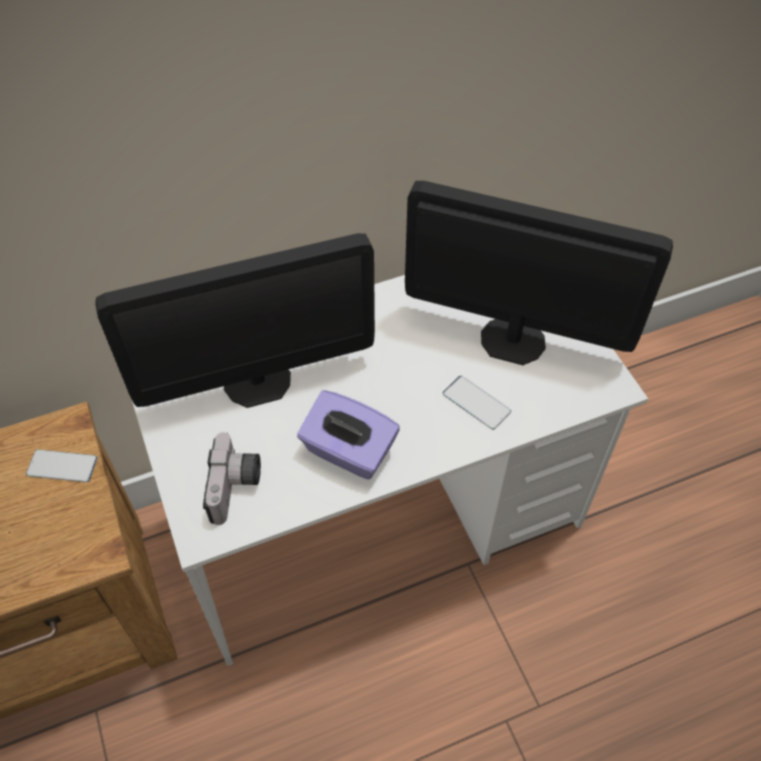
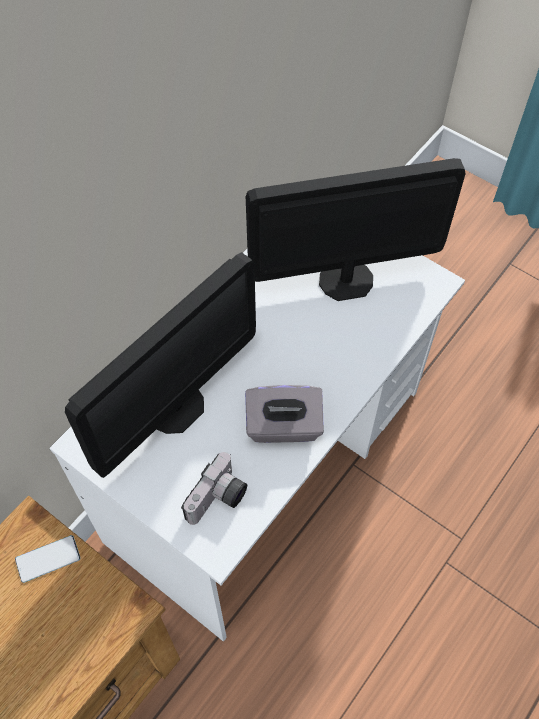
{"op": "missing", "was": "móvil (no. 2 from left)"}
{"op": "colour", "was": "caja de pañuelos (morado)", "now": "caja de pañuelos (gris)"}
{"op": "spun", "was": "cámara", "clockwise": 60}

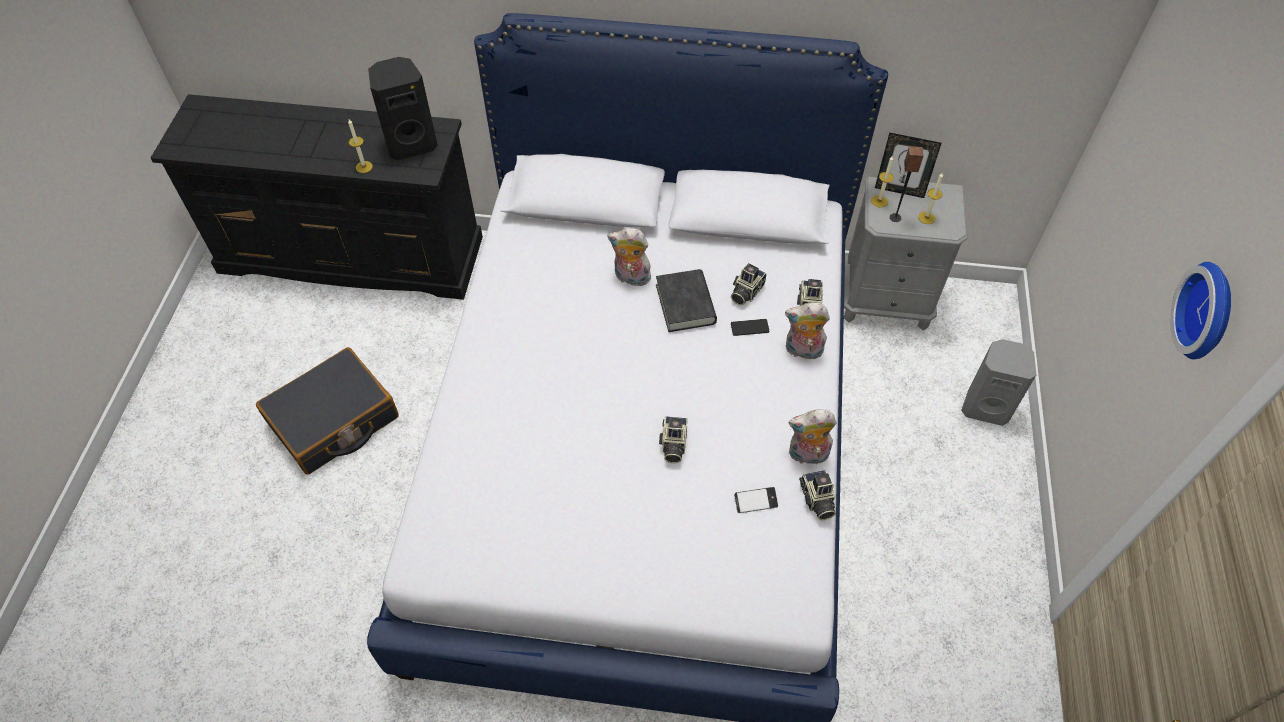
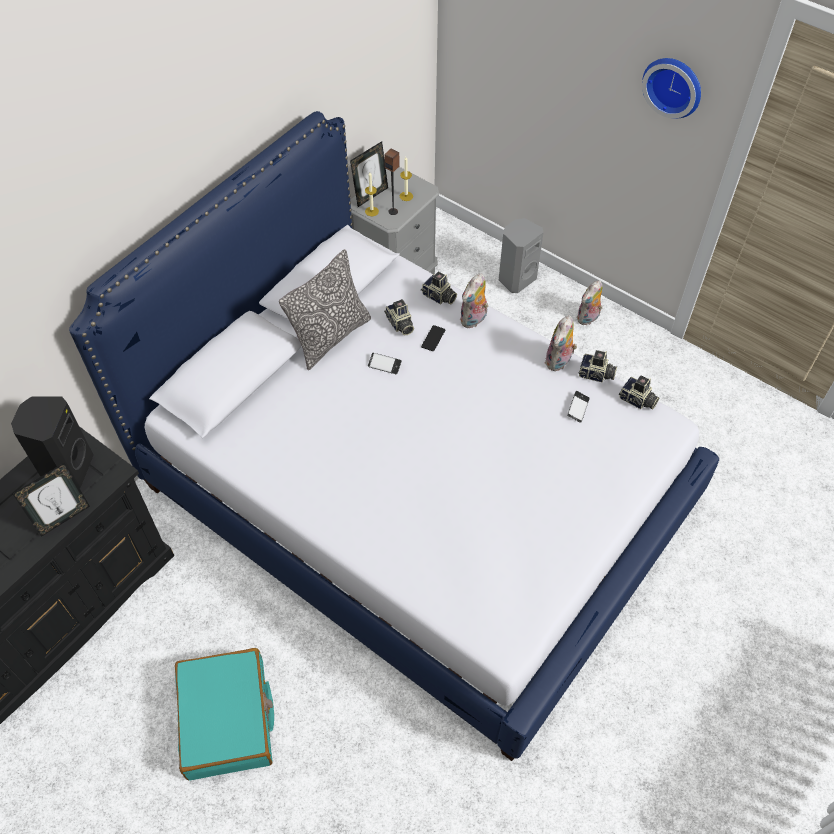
{"op": "exchanged", "was": "vela (no. 1 from left)", "now": "portarretratos (no. 1 from left)"}
{"op": "relocated", "was": "peluche (no. 1 from left in the first image)", "now": "peluche (no. 3 from left)"}
{"op": "exchanged", "was": "libro (negro)", "now": "móvil (no. 1 from left)"}
{"op": "colour", "was": "maleta (negro)", "now": "maleta (turquesa)"}
{"op": "relocated", "was": "cámara (no. 1 from left in the first image)", "now": "cámara (no. 4 from left)"}
{"op": "appeared", "now": "cojín"}

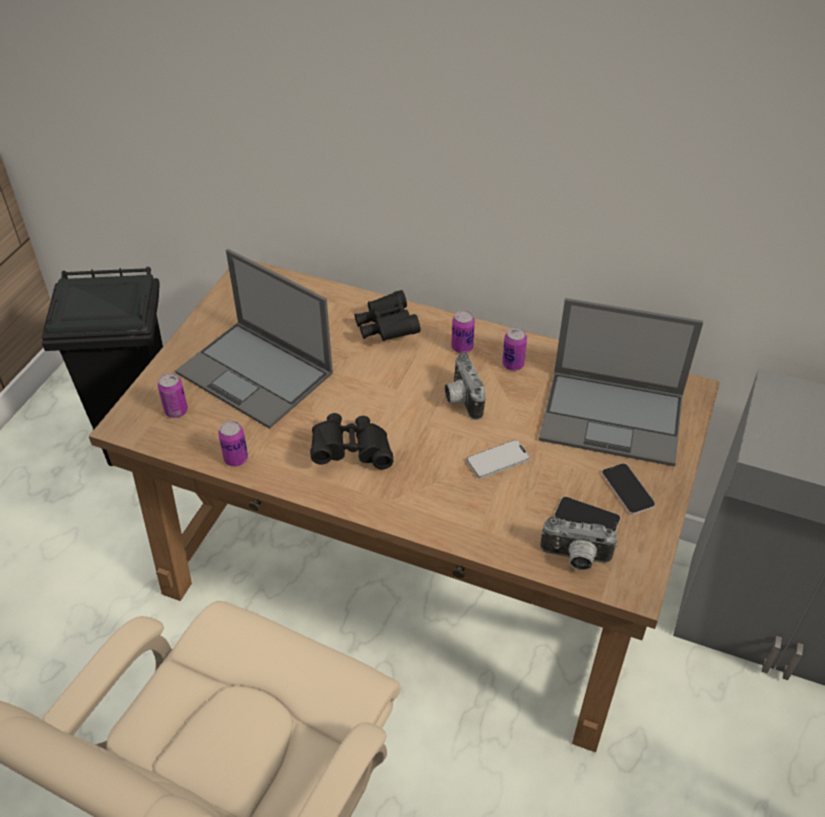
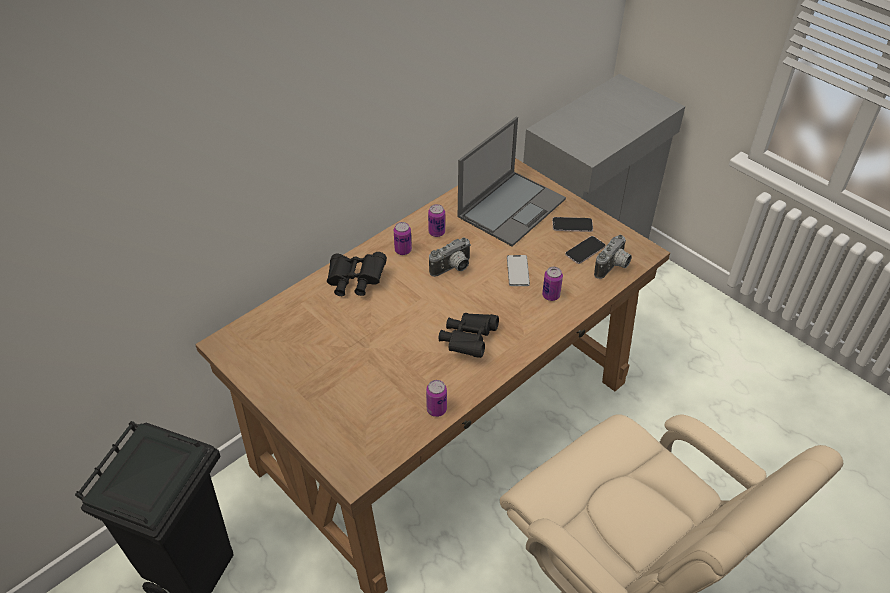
{"op": "missing", "was": "portátil (no. 1 from left)"}
{"op": "spun", "was": "cámara (no. 1 from left)", "clockwise": -45}
{"op": "relocated", "was": "lata (no. 1 from left in the first image)", "now": "lata (no. 4 from left)"}

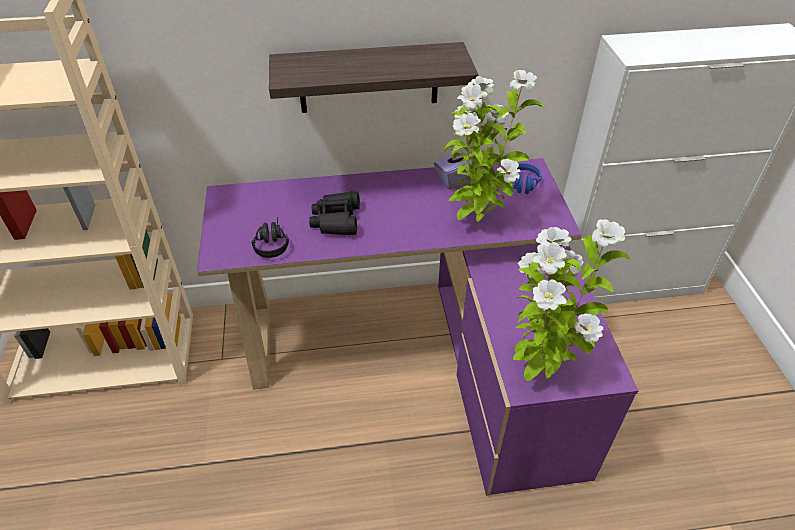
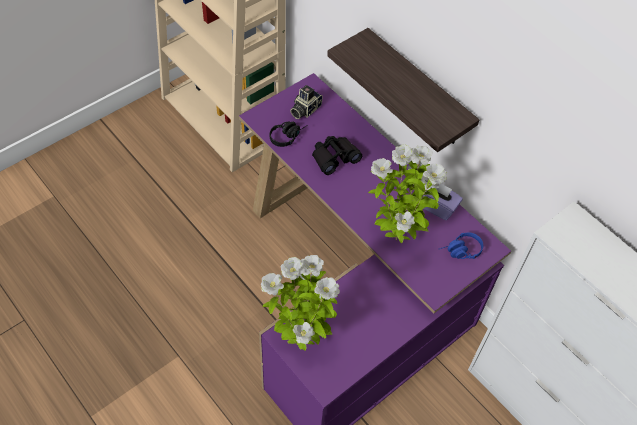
{"op": "appeared", "now": "cámara"}

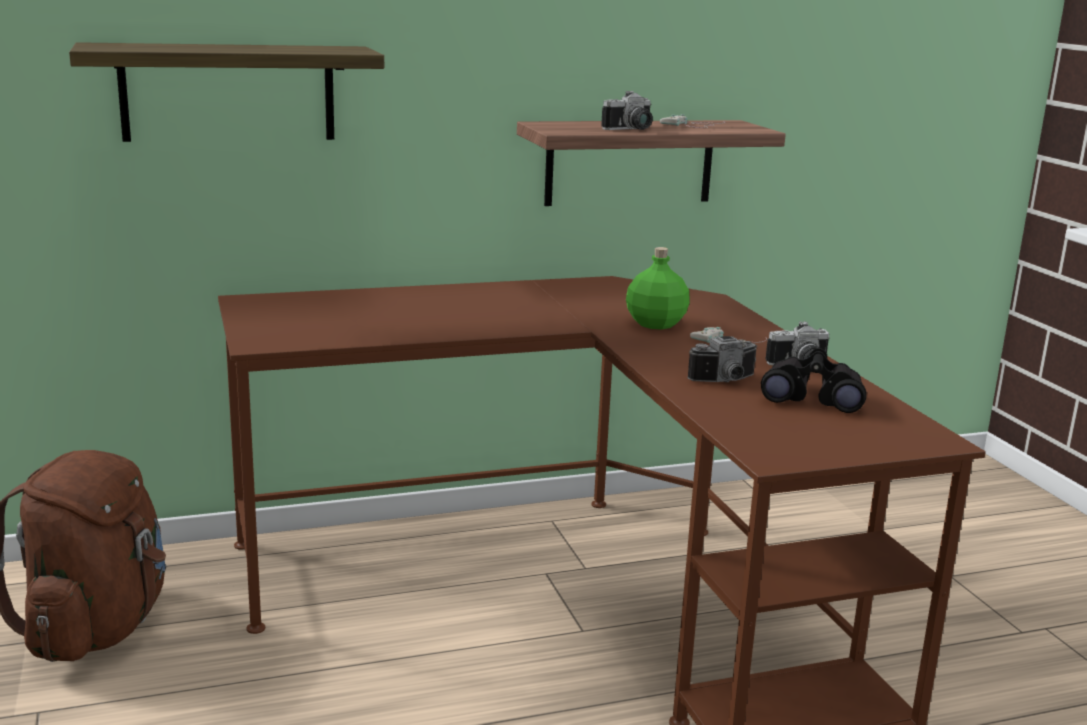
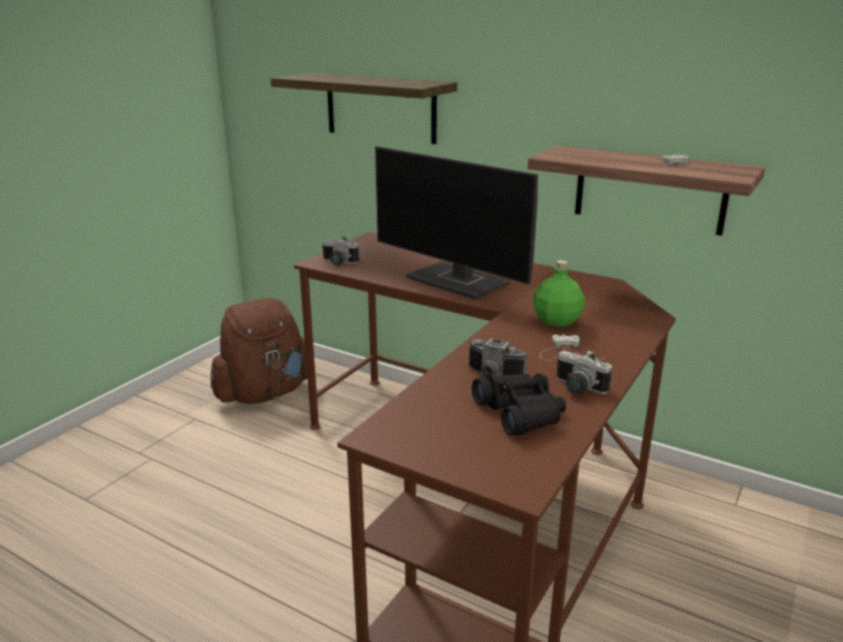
{"op": "relocated", "was": "cámara (no. 1 from left)"}
{"op": "appeared", "now": "monitor"}

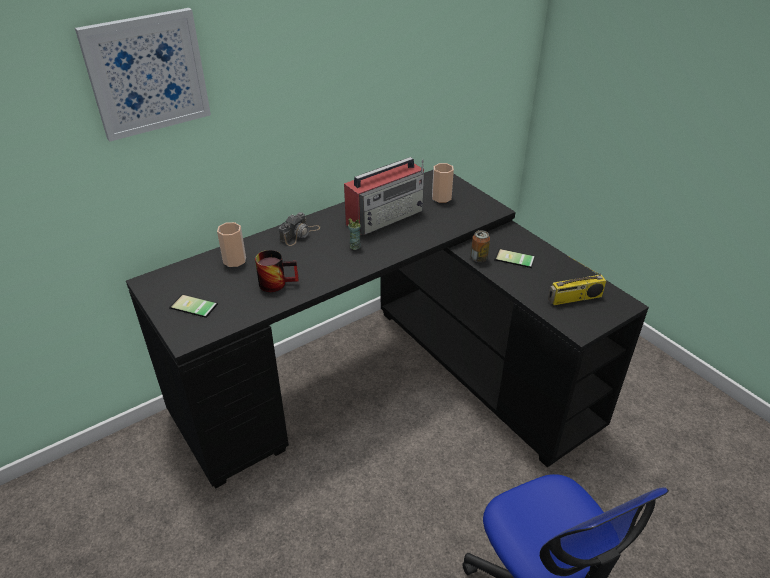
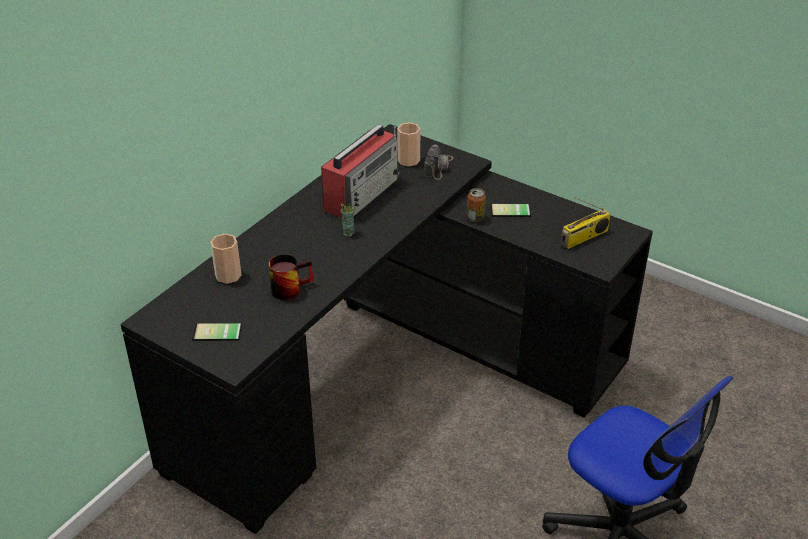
{"op": "missing", "was": "cuadro"}
{"op": "relocated", "was": "cámara"}

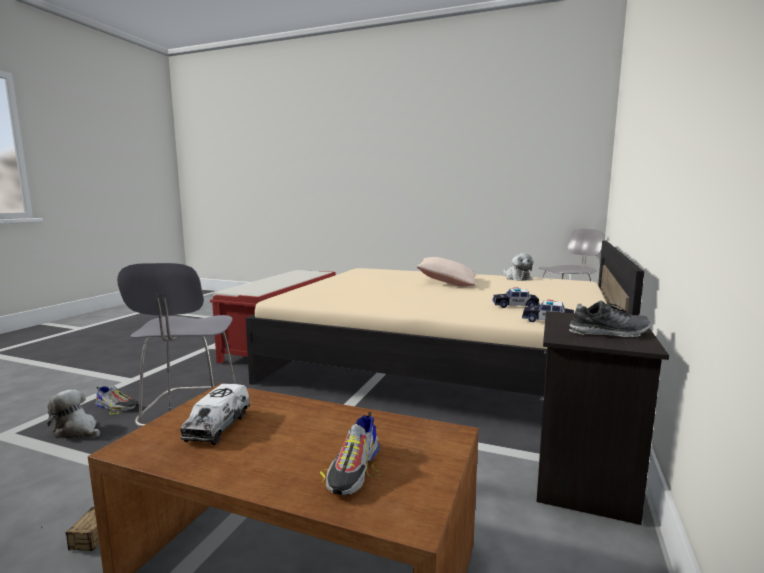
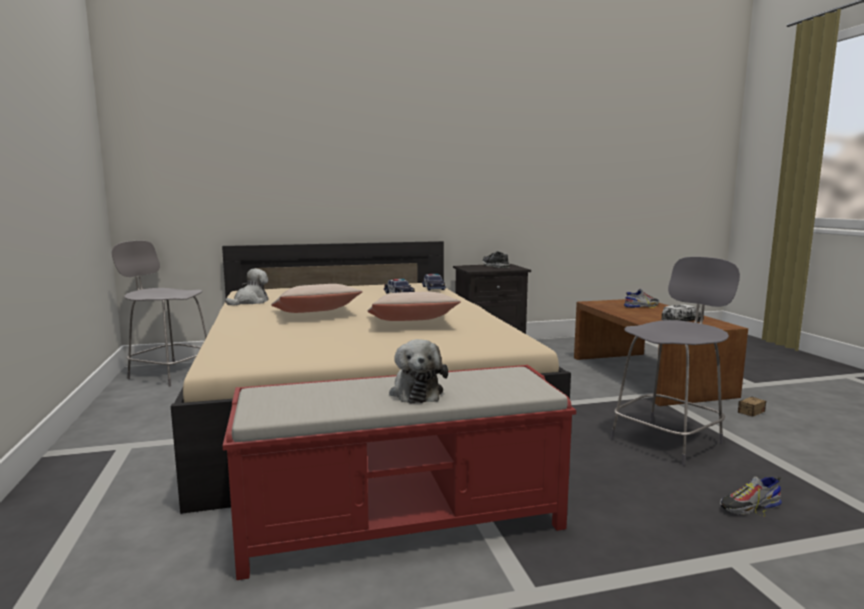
{"op": "spun", "was": "zapato (no. 1 from left in the first image)", "clockwise": -90}
{"op": "relocated", "was": "peluche (no. 1 from left in the first image)", "now": "peluche (no. 2 from left)"}
{"op": "appeared", "now": "cojín (beis) (no. 2 from left)"}

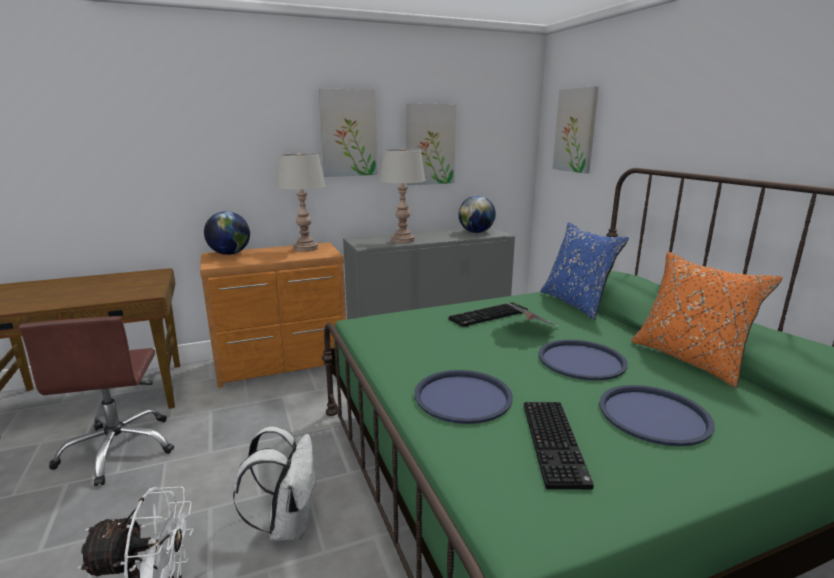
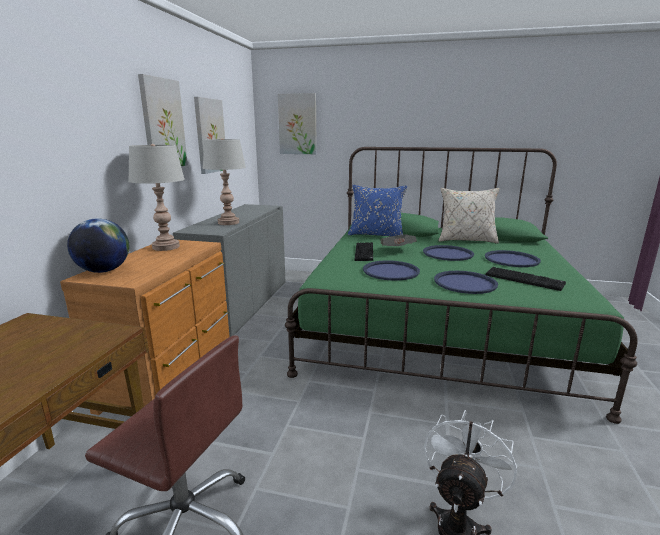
{"op": "missing", "was": "globo terráqueo (no. 2 from left)"}
{"op": "colour", "was": "cojín (naranja)", "now": "cojín (beis)"}
{"op": "missing", "was": "mochila (blanco)"}
{"op": "appeared", "now": "bandeja (azul) (no. 1 from left)"}

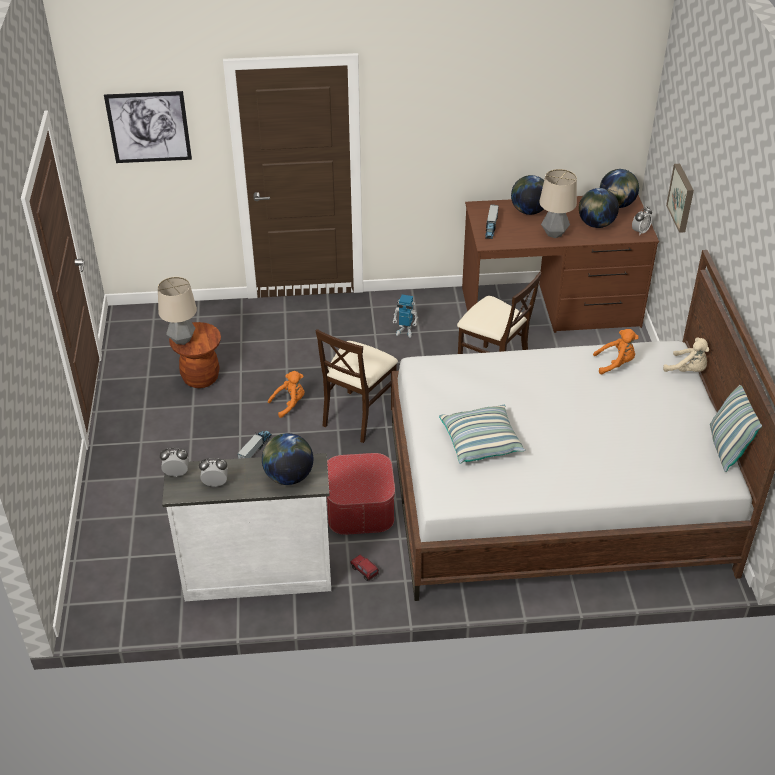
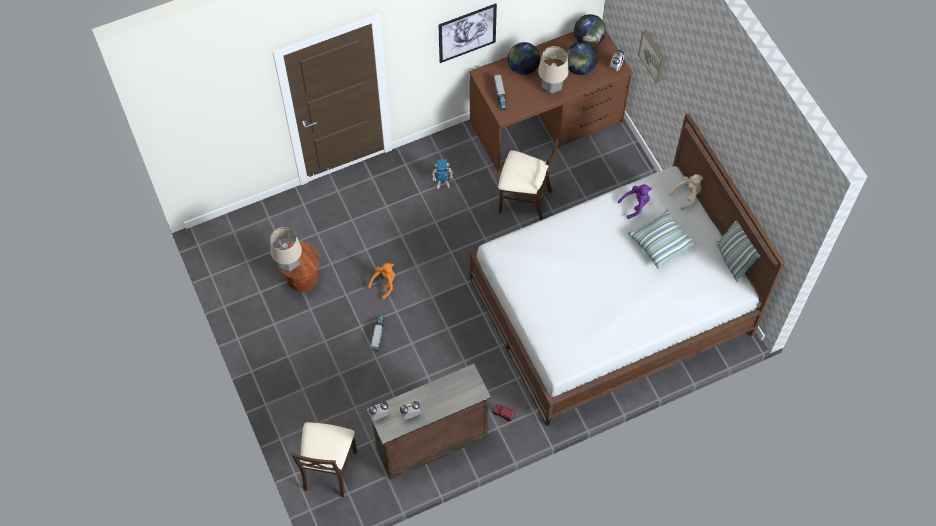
{"op": "relocated", "was": "cuadro (no. 1 from left)"}
{"op": "relocated", "was": "silla (beis) (no. 1 from left)"}
{"op": "colour", "was": "peluche (naranja) (no. 2 from left)", "now": "peluche (morado)"}
{"op": "spun", "was": "peluche (beis)", "clockwise": -45}
{"op": "relocated", "was": "cojín (no. 1 from left)"}
{"op": "missing", "was": "globo terráqueo (no. 1 from left)"}
{"op": "colour", "was": "cómoda (blanco)", "now": "cómoda (marrón)"}
{"op": "missing", "was": "puf"}

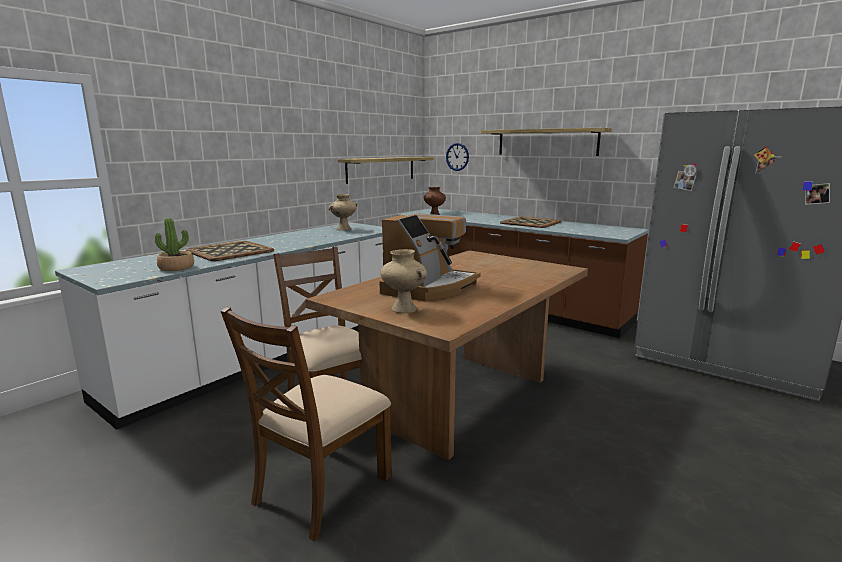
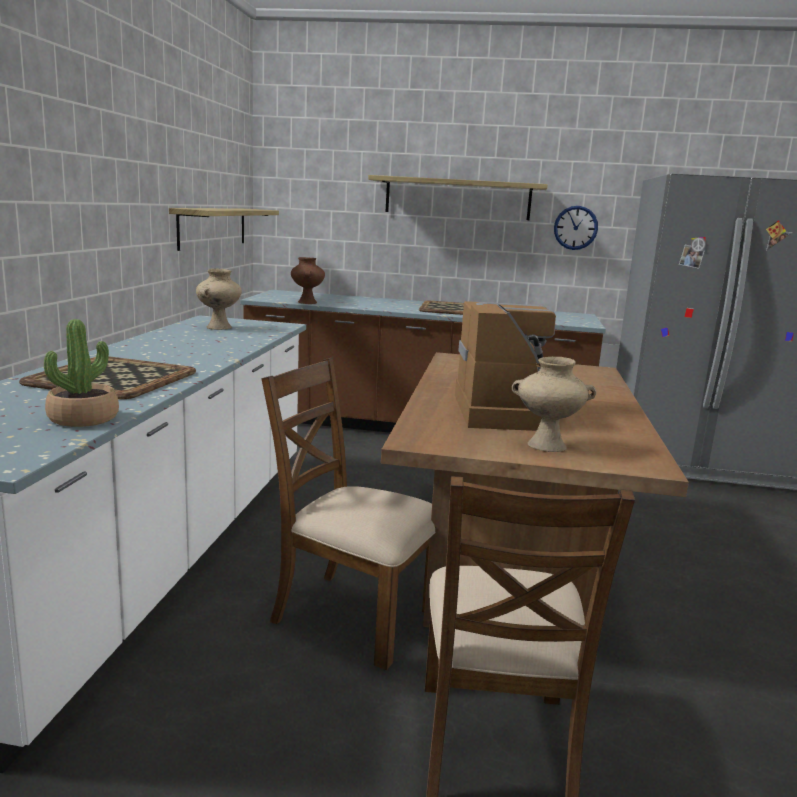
{"op": "relocated", "was": "reloj de pared"}

